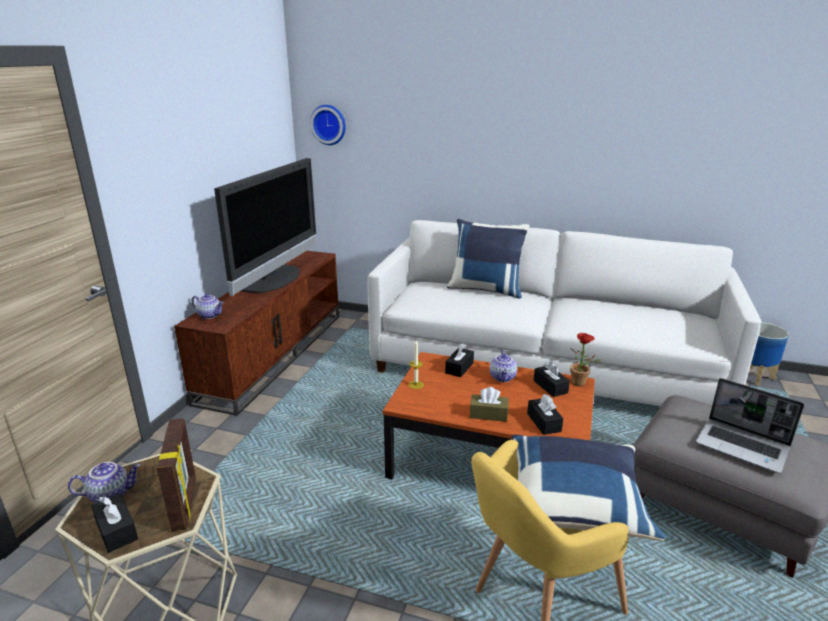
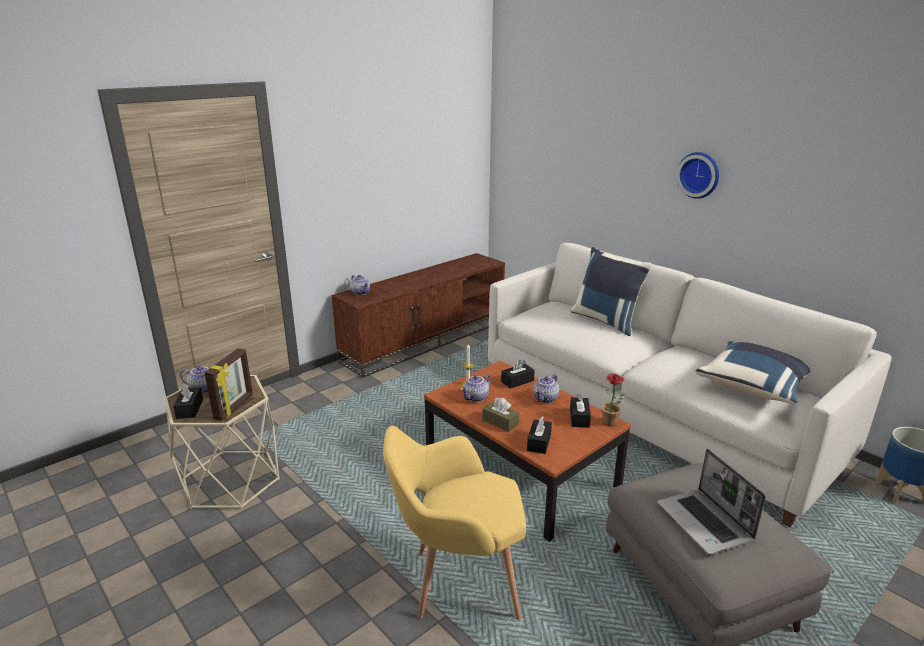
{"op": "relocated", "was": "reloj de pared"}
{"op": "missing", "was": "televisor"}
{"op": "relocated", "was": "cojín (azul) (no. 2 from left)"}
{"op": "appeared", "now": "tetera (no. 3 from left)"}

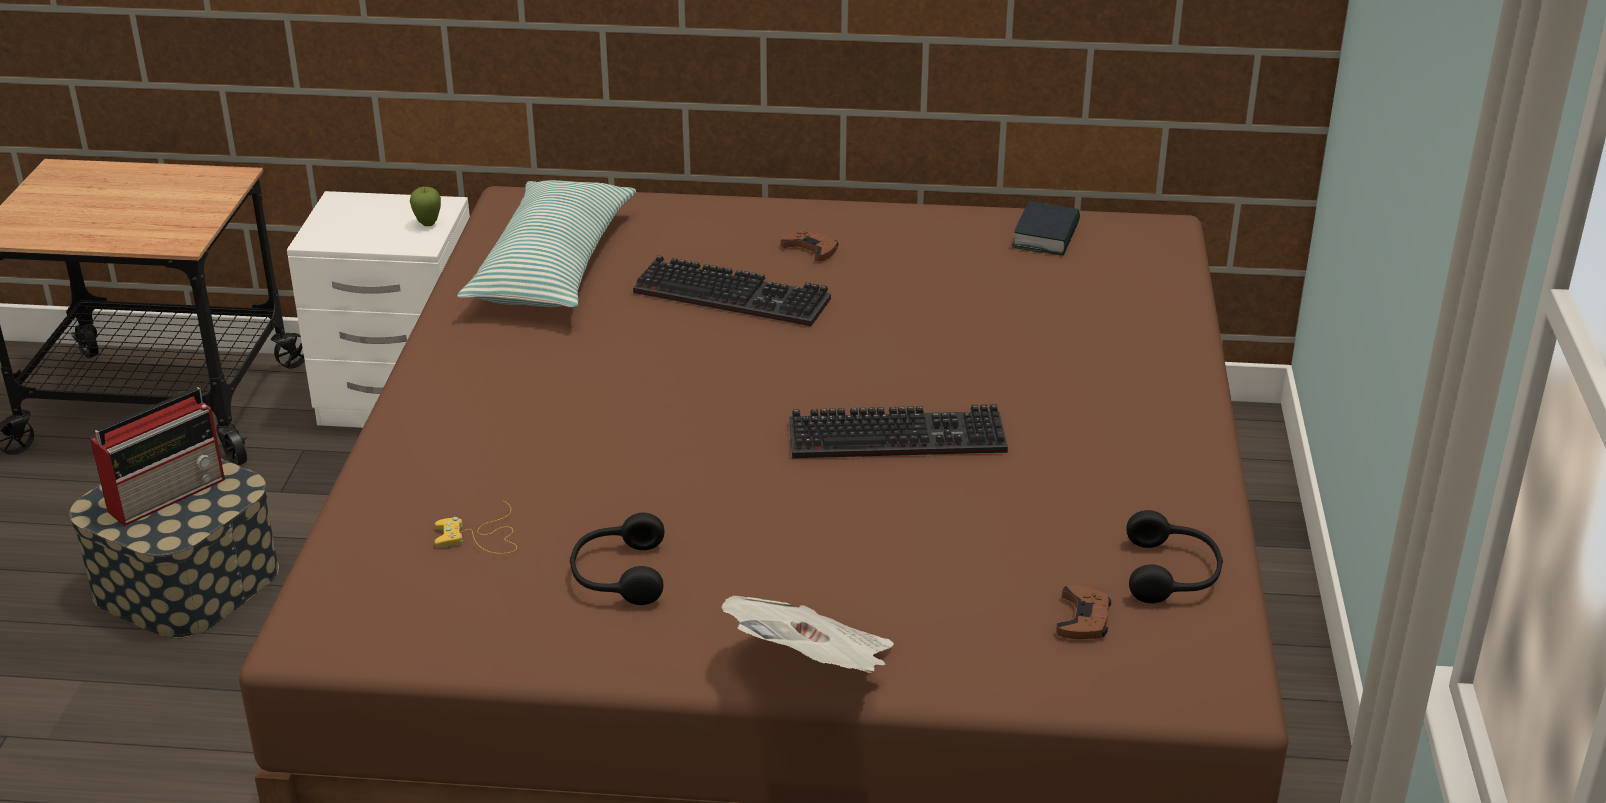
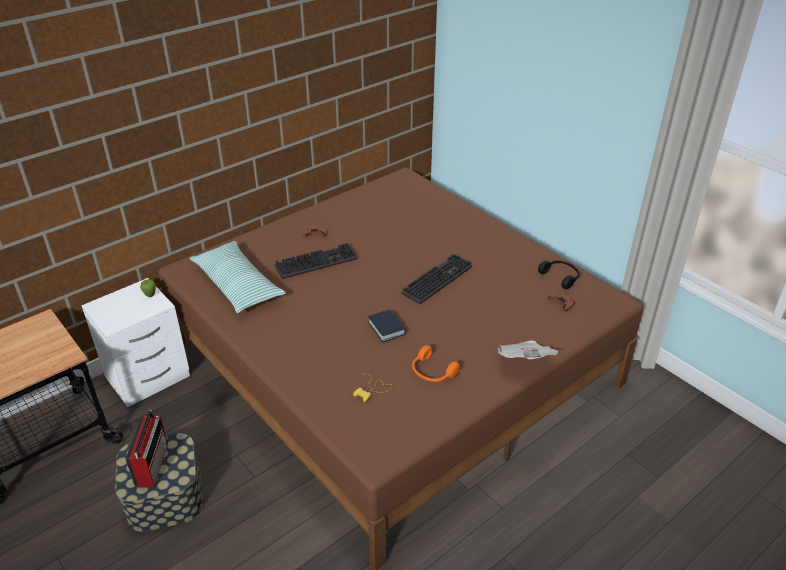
{"op": "relocated", "was": "libro"}
{"op": "colour", "was": "auriculares (negro) (no. 1 from left)", "now": "auriculares (naranja)"}

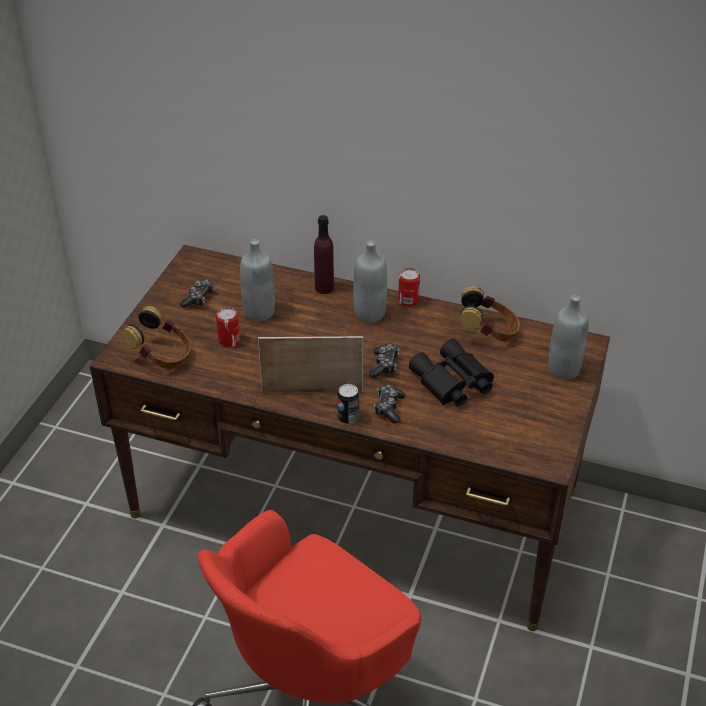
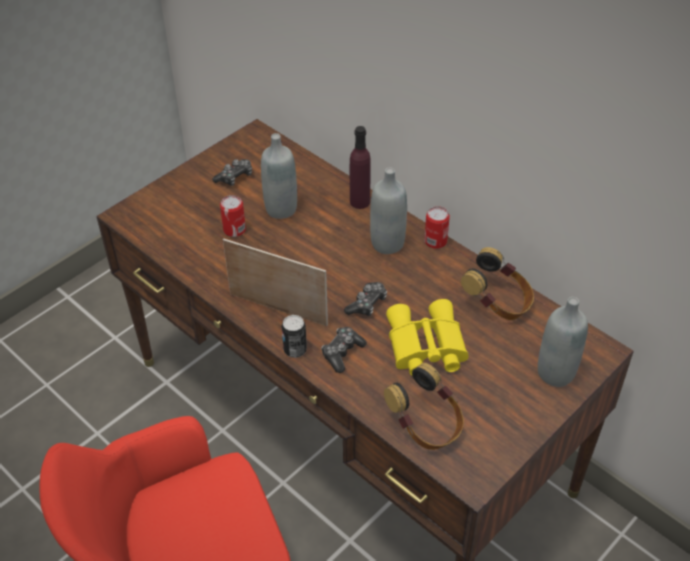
{"op": "relocated", "was": "auriculares (no. 1 from left)"}
{"op": "colour", "was": "prismáticos (negro)", "now": "prismáticos (amarillo)"}

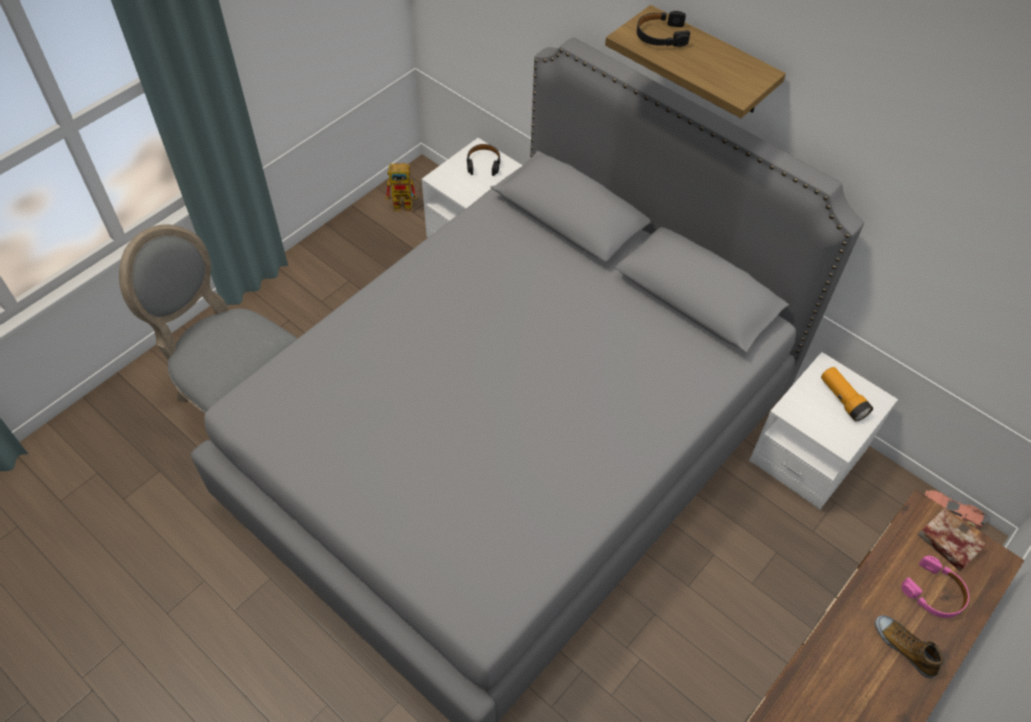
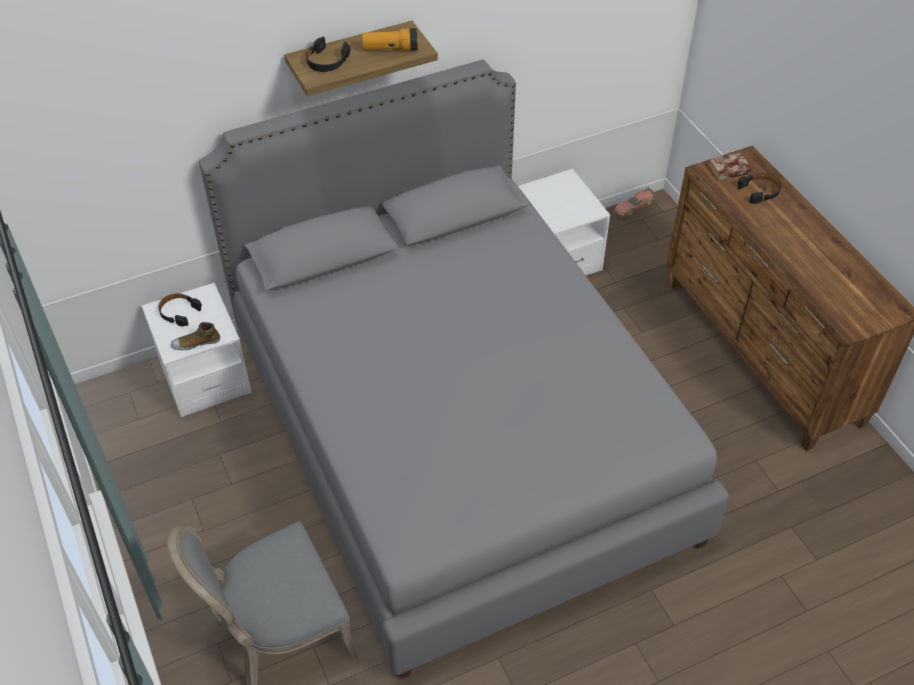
{"op": "missing", "was": "robot de juguete"}
{"op": "relocated", "was": "linterna"}
{"op": "colour", "was": "auriculares (rosa)", "now": "auriculares (negro) (no. 3 from left)"}
{"op": "relocated", "was": "zapato"}

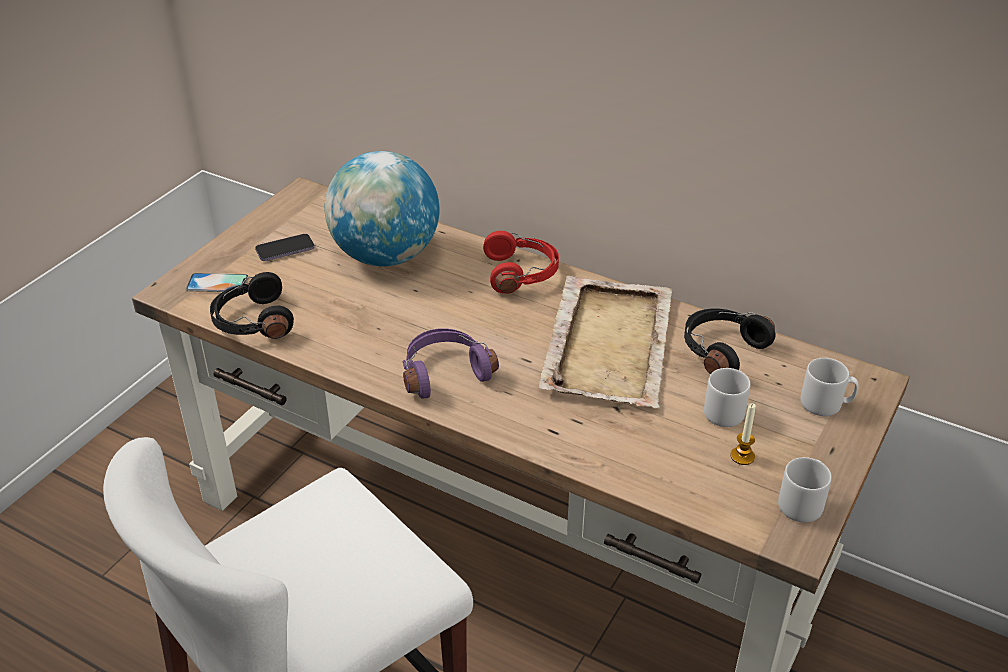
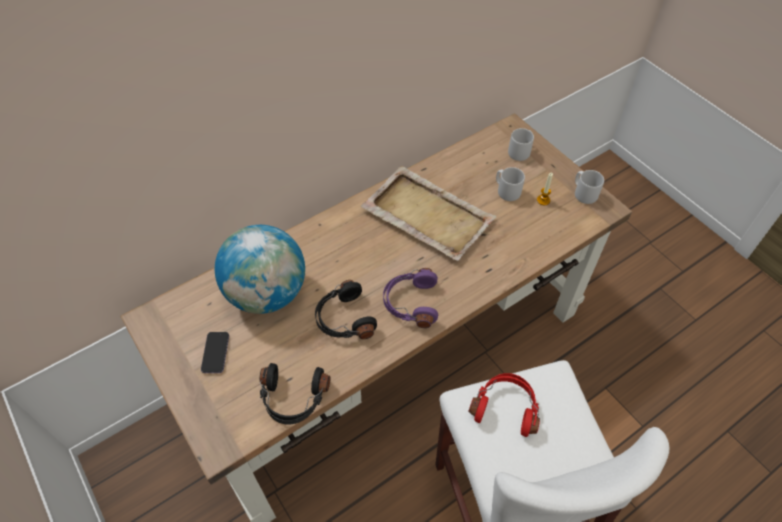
{"op": "relocated", "was": "auriculares (rojo)"}
{"op": "missing", "was": "móvil (no. 1 from left)"}
{"op": "relocated", "was": "auriculares (negro) (no. 2 from left)"}

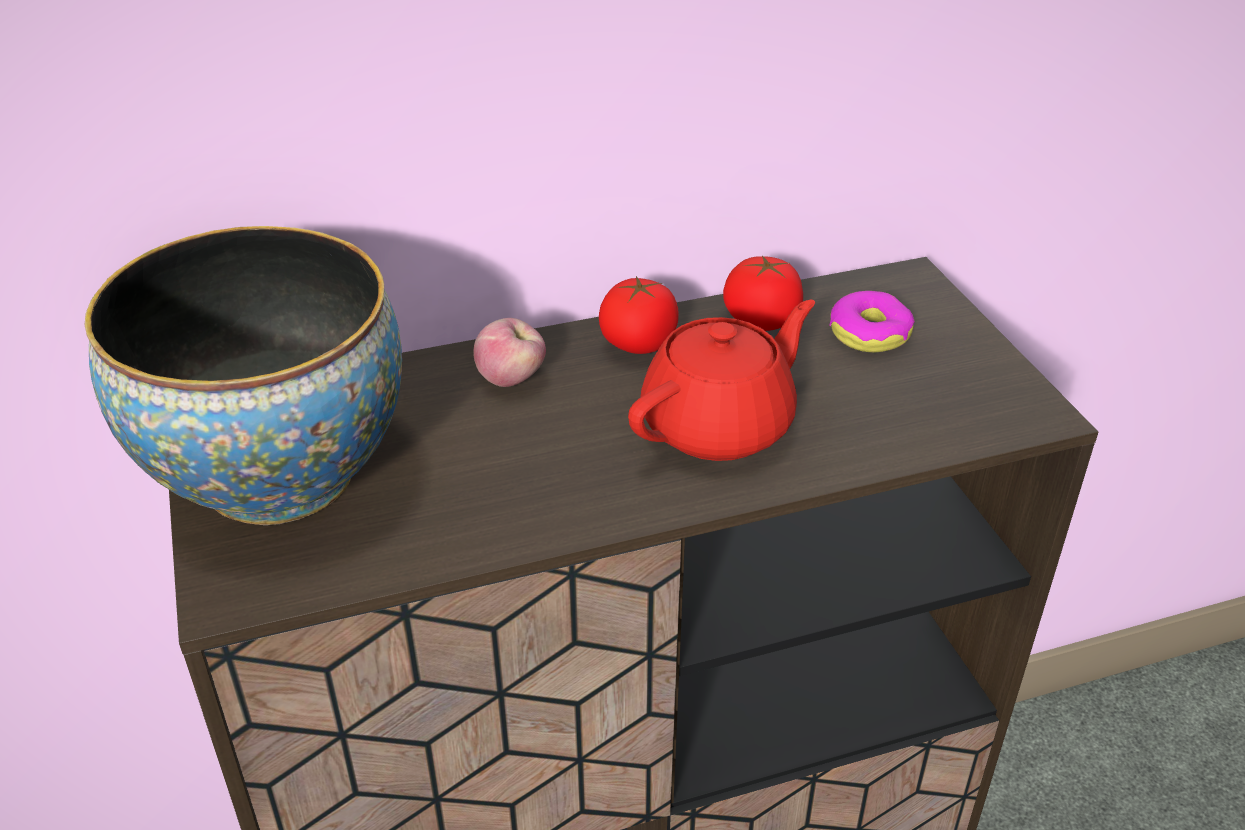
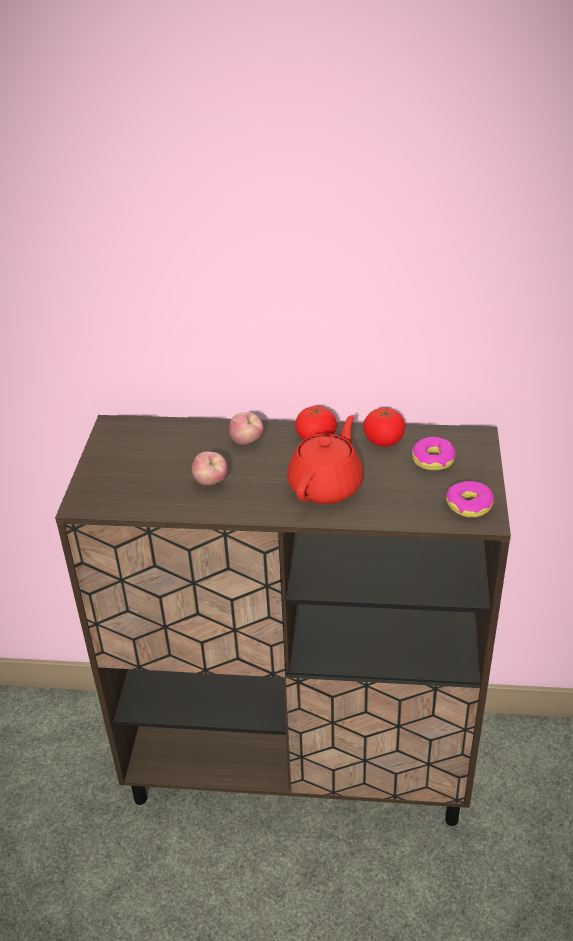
{"op": "missing", "was": "cuenco"}
{"op": "spun", "was": "tetera (rojo)", "clockwise": -45}
{"op": "appeared", "now": "manzana (no. 1 from left)"}
{"op": "appeared", "now": "rosquilla (no. 2 from left)"}

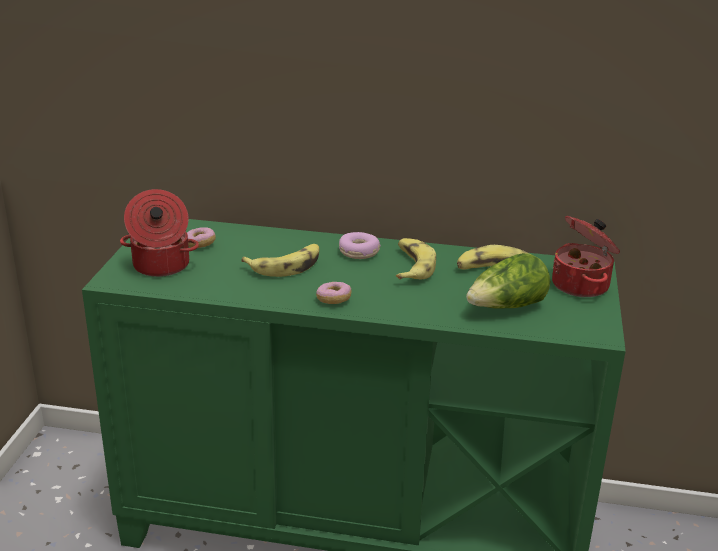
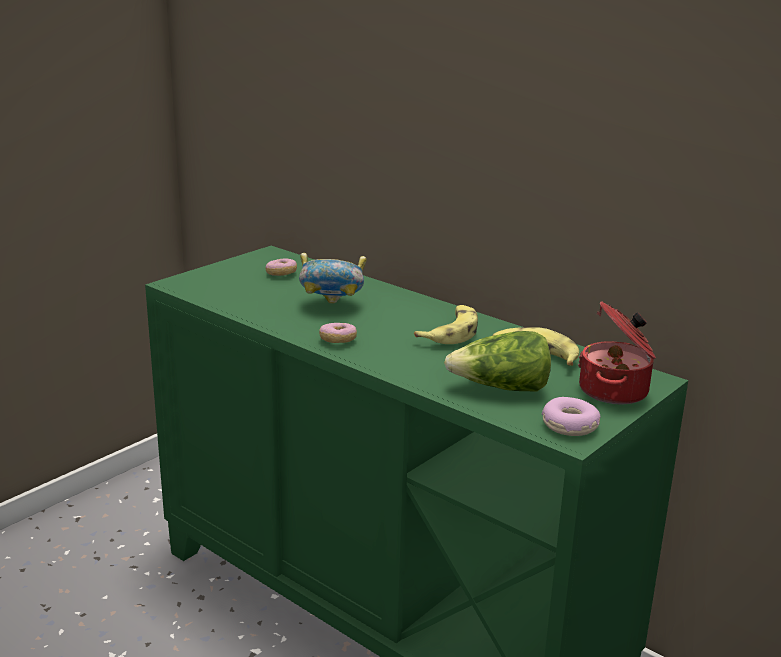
{"op": "missing", "was": "olla (no. 1 from left)"}
{"op": "relocated", "was": "rosquilla (no. 3 from left)"}
{"op": "exchanged", "was": "plátano (no. 1 from left)", "now": "cuenco"}

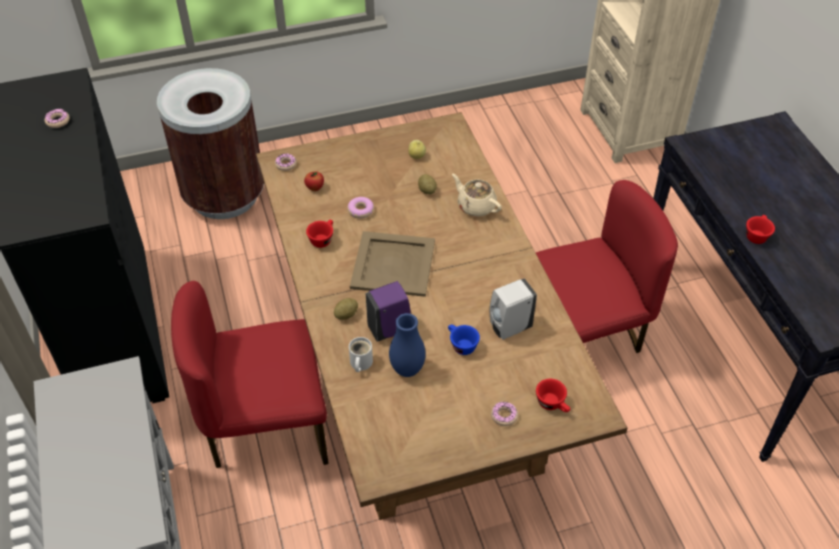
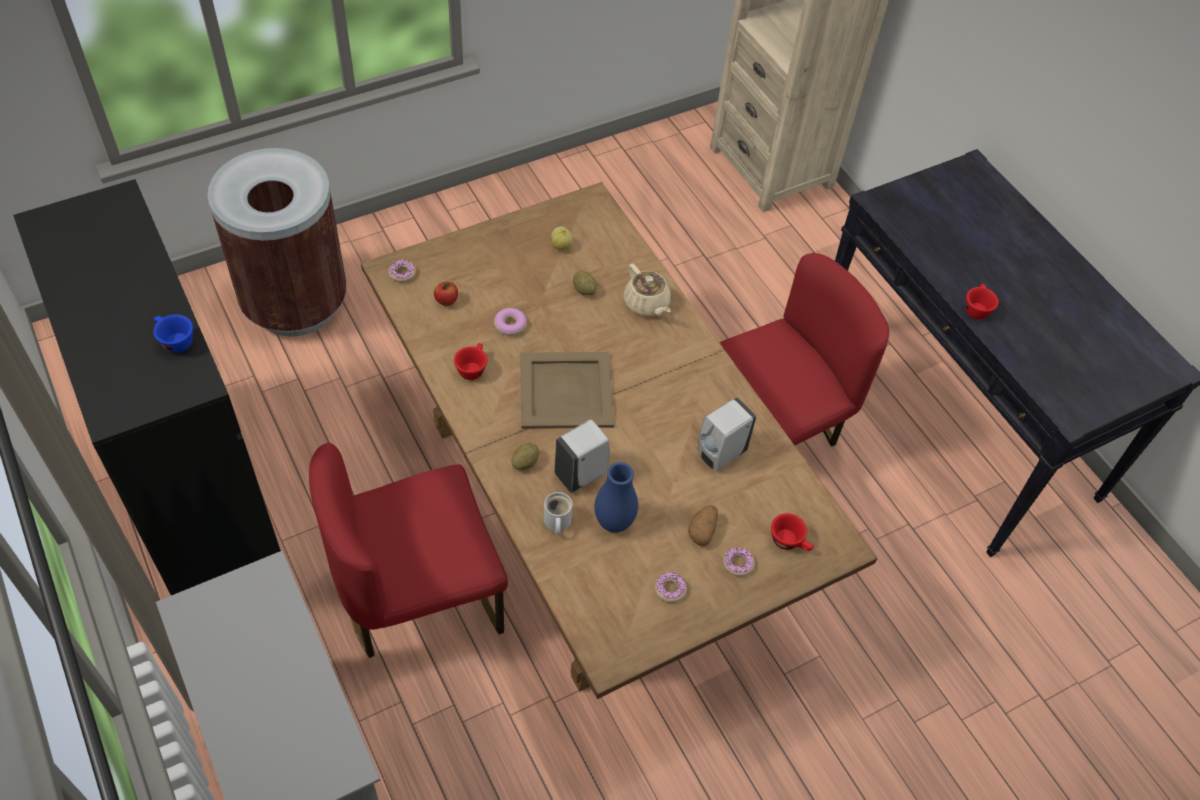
{"op": "relocated", "was": "rosquilla (no. 1 from left in the first image)", "now": "rosquilla (no. 3 from left)"}
{"op": "spun", "was": "tetera (beis)", "clockwise": -150}
{"op": "colour", "was": "dispensador de jabón (morado)", "now": "dispensador de jabón (blanco) (no. 1 from left)"}
{"op": "relocated", "was": "taza (azul)"}
{"op": "appeared", "now": "patata (no. 3 from left)"}

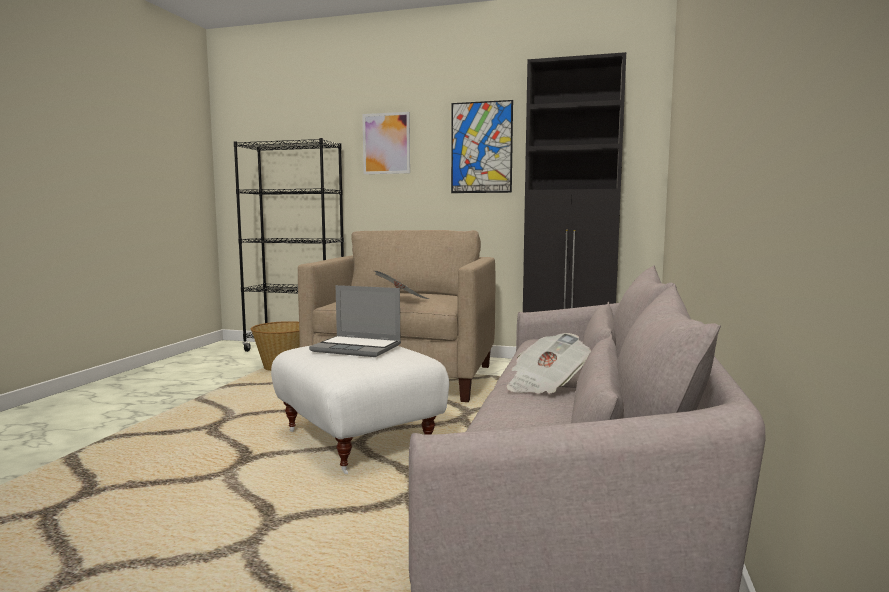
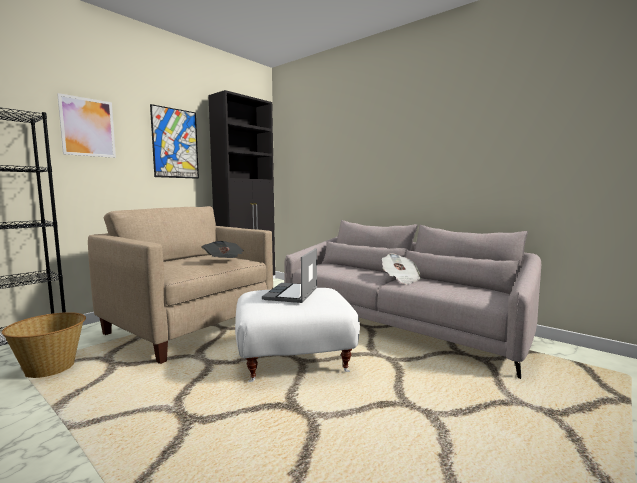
{"op": "spun", "was": "portátil", "clockwise": 150}

